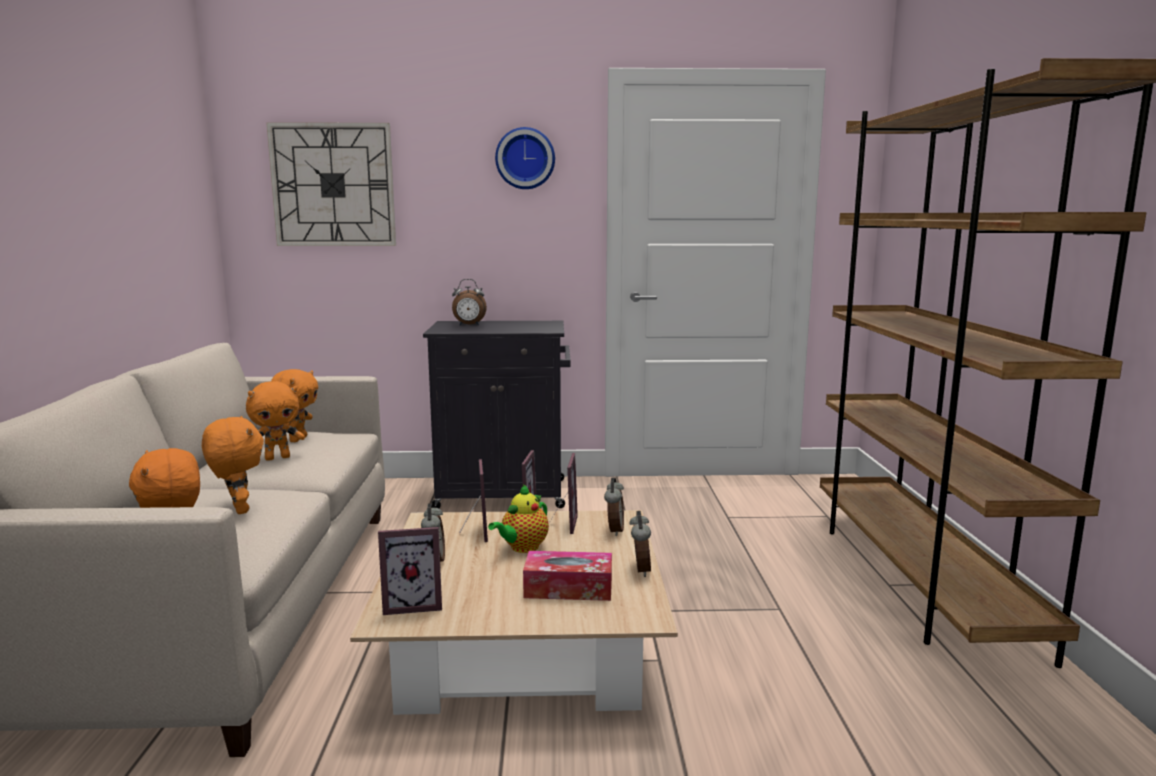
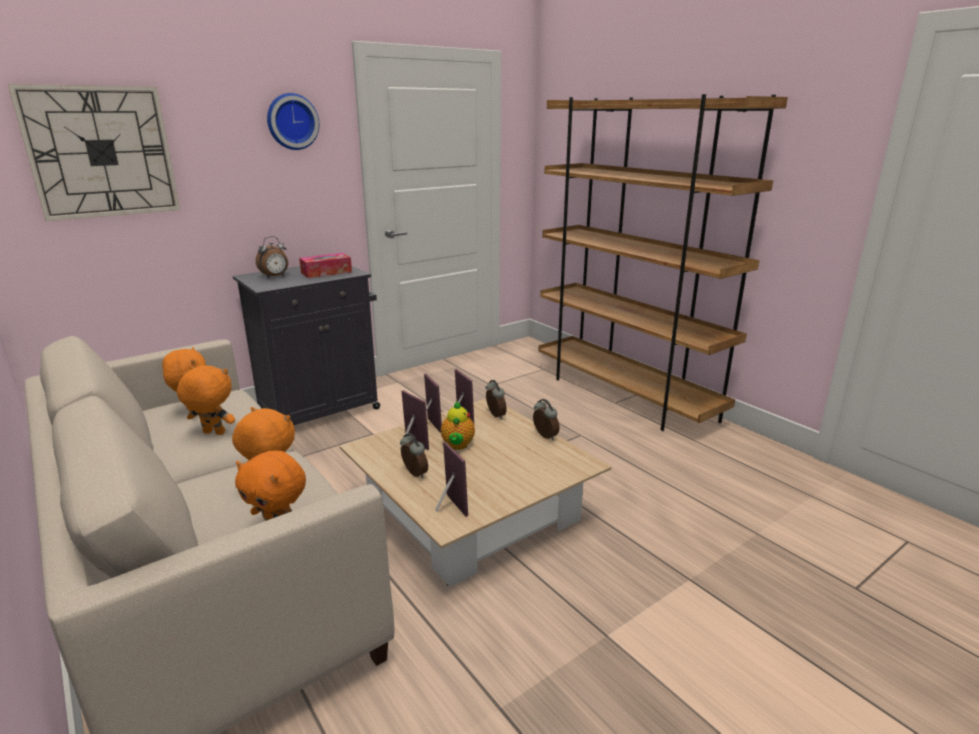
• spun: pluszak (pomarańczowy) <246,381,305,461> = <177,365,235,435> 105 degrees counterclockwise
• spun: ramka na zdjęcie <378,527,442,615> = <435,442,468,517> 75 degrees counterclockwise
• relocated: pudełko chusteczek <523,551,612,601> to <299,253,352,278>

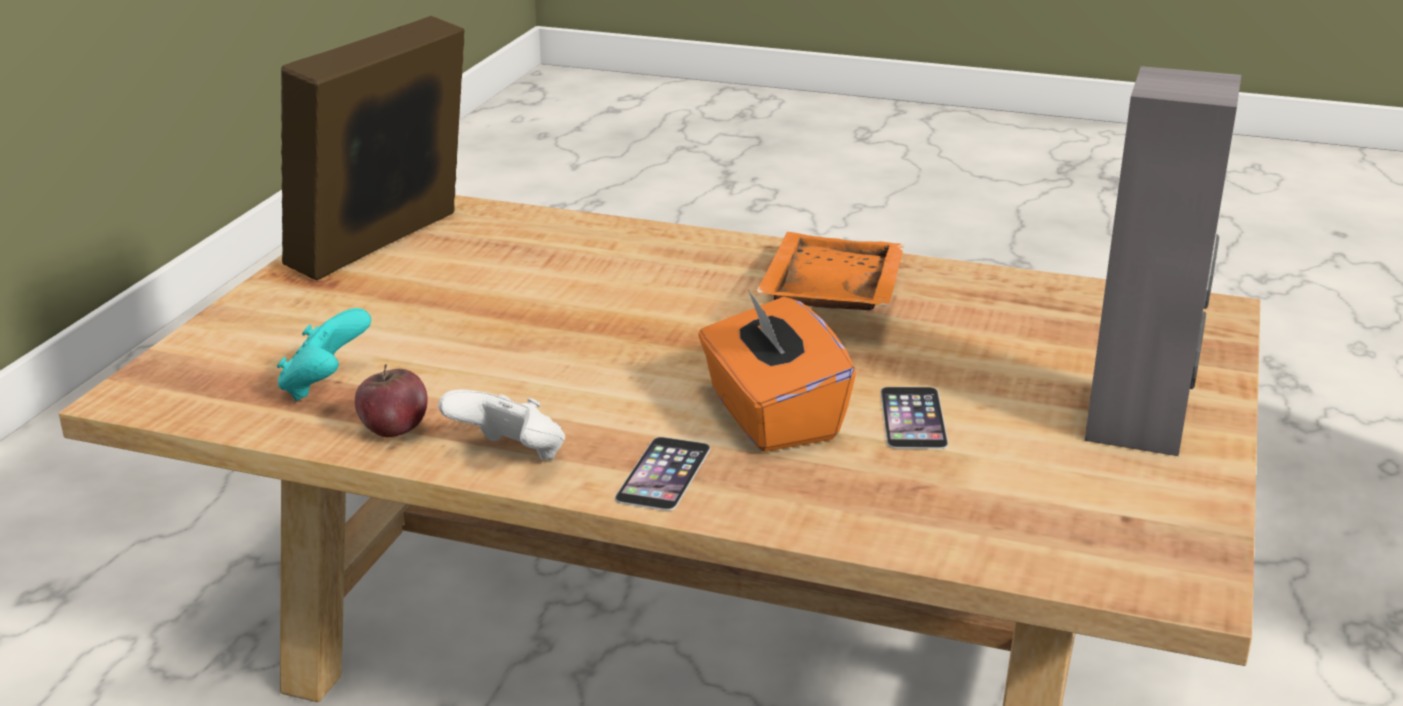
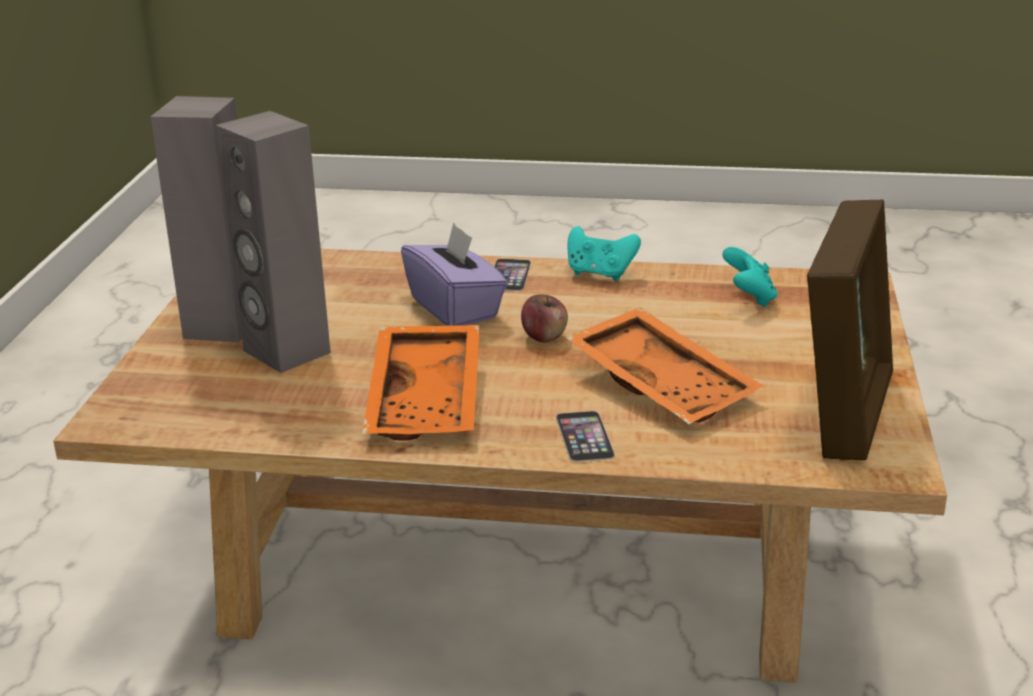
• colour: pudełko chusteczek (pomarańczowy) <698,287,856,452> to pudełko chusteczek (fioletowy) <401,223,507,326>
• relocated: jabłko <355,364,428,438> to <521,294,568,343>
• relocated: telefon <881,387,948,449> to <556,411,615,462>
• colour: pad do gier (biały) <439,389,565,460> to pad do gier (turkusowy) <568,226,641,281>
• appeared: głośnik (szary) <216,111,331,373>
• appeared: taca (pomarańczowy) <566,307,764,424>

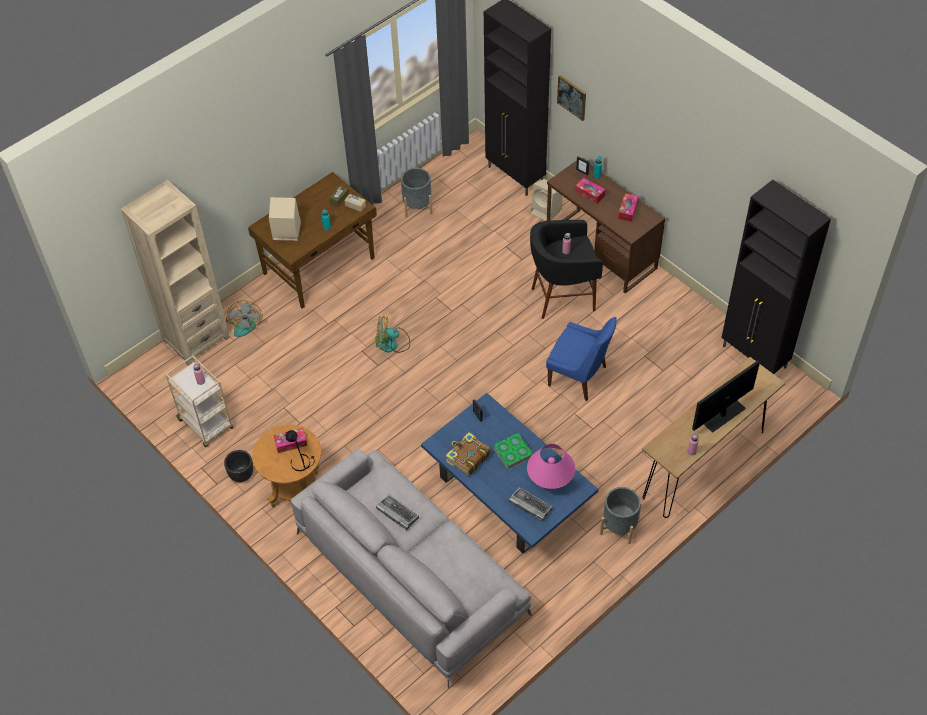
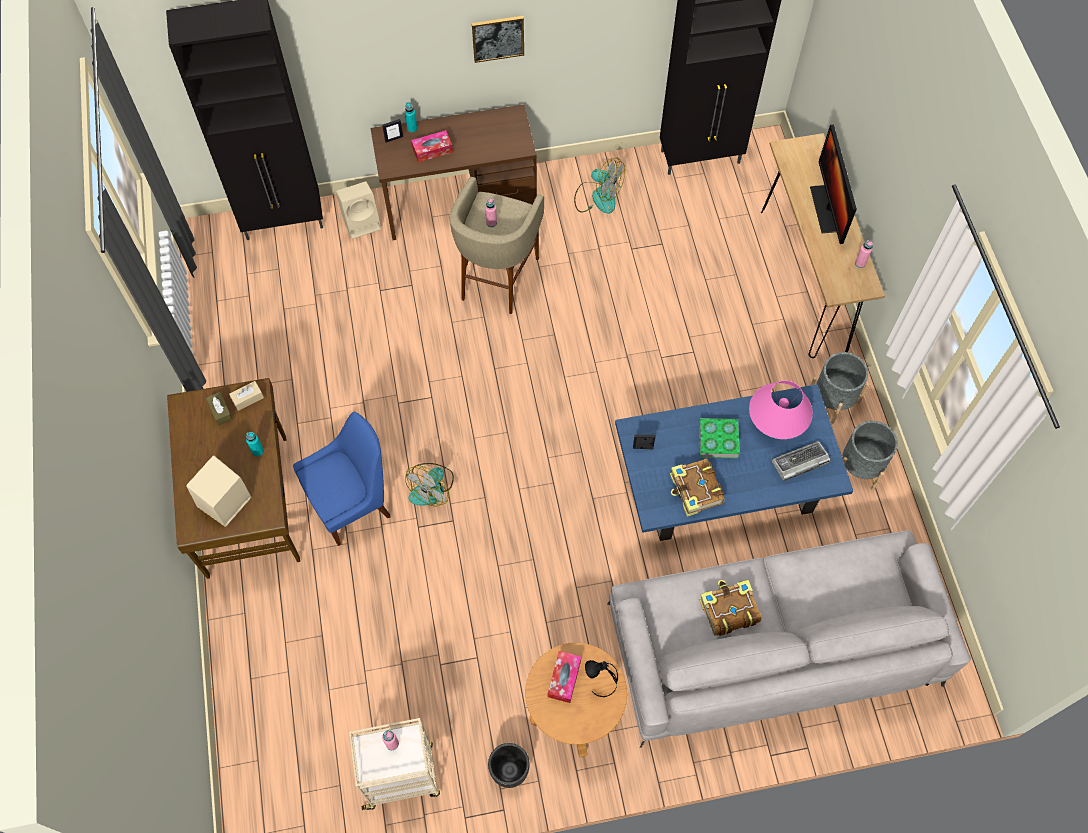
• relocated: obraz <557,75,586,121> to <472,16,524,63>
• relocated: donica (szary) <401,168,432,218> to <842,421,898,491>
• missing: regał (beżowy) <121,180,230,365>
• missing: pudełko chusteczek <618,193,639,222>
• colour: stołek (czarny) <530,220,603,319> to stołek (beżowy) <449,177,544,314>
• relocated: wentylator <226,300,263,337> to <574,157,625,214>
• relocated: krzesło (niebieski) <546,317,617,401> to <293,412,391,546>
• exchanged: klawiatura <376,494,419,530> to książka <699,580,762,636>

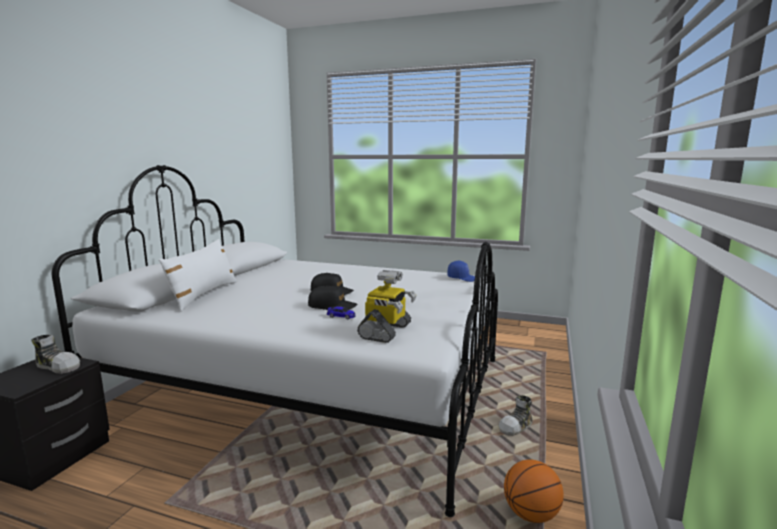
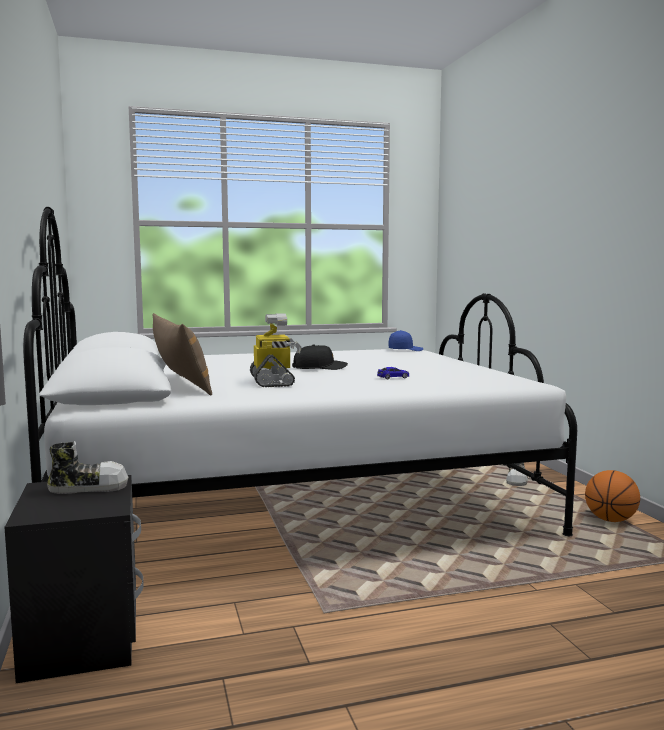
• colour: poduszka (biały) <159,239,237,312> to poduszka (brązowy) <153,313,212,395>
• relocated: robot zabawkowy <357,270,417,343> to <250,313,302,387>
• missing: czapka z daszkiem (czarny) <308,285,357,310>

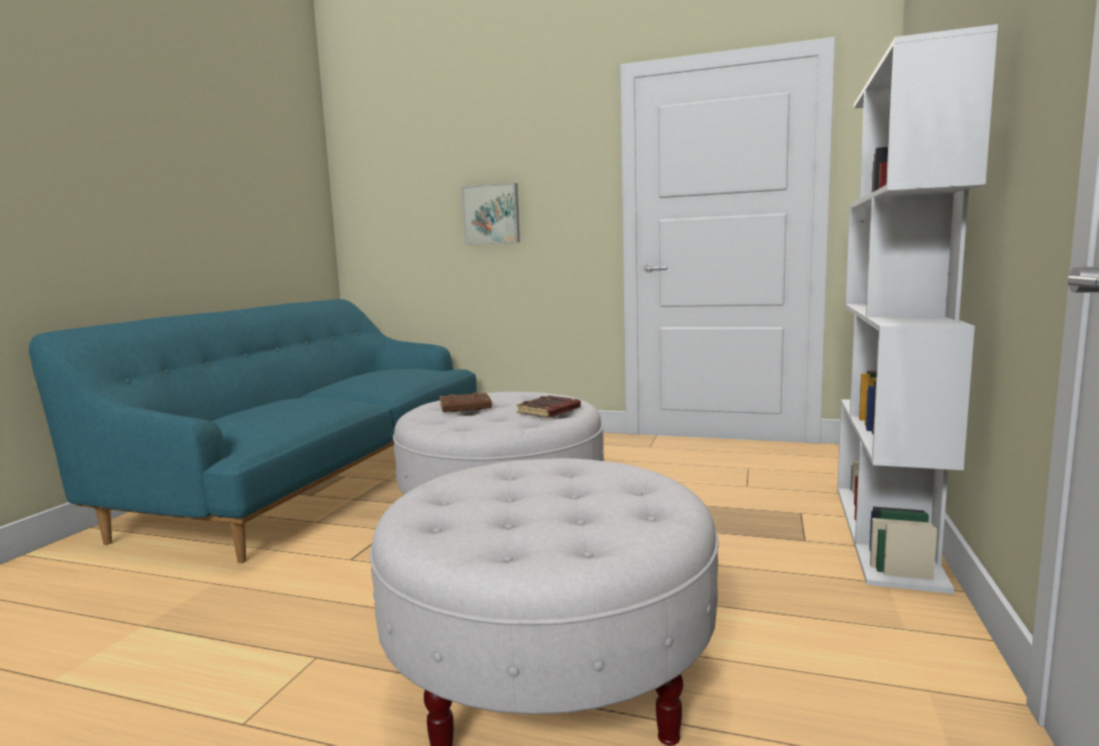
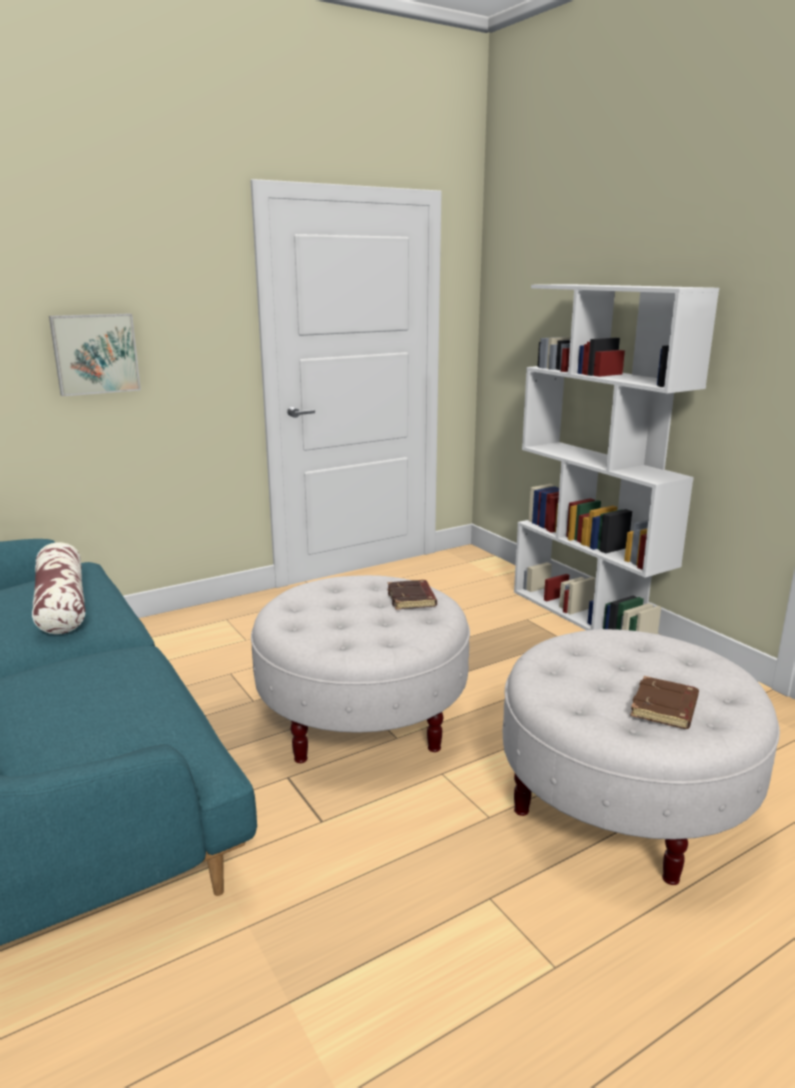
• relocated: książka (brązowy) <439,392,492,412> to <630,676,699,729>
• appeared: poduszka <32,542,85,634>

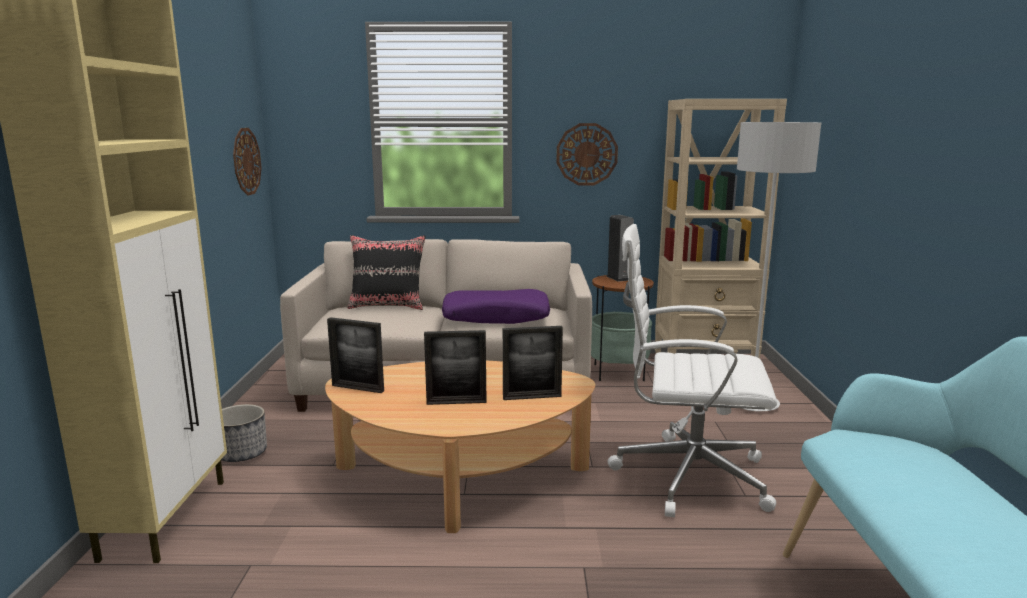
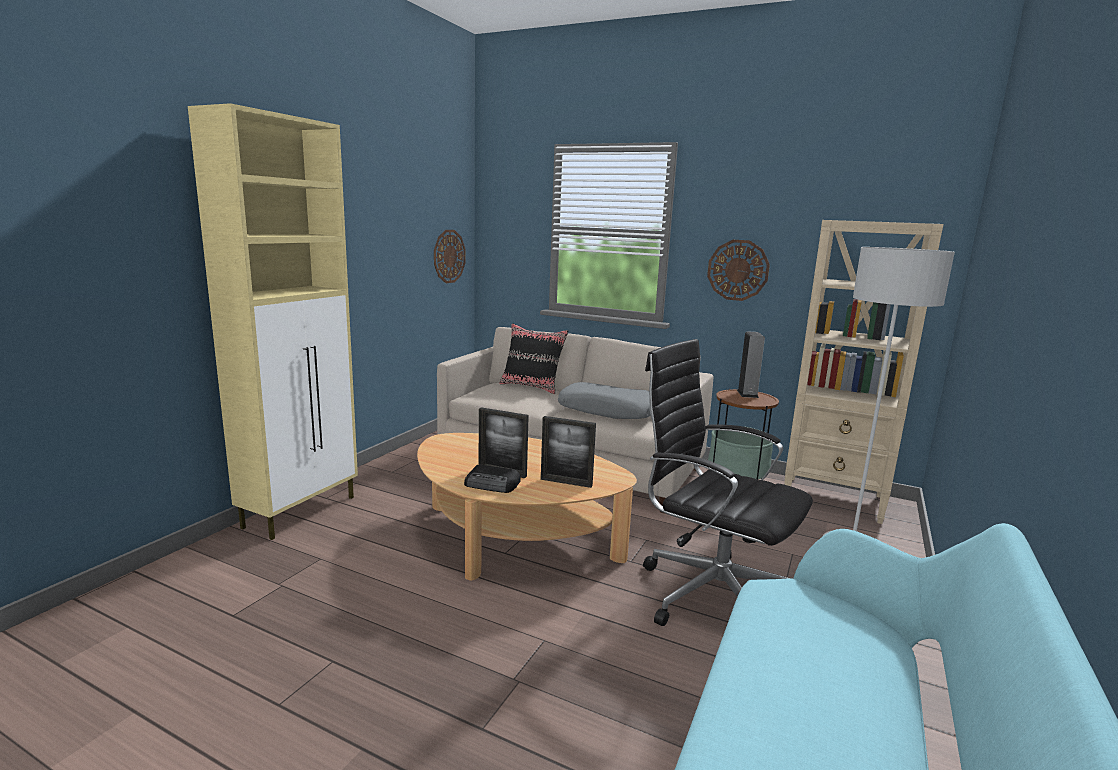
• colour: krzesło biurowe (biały) <607,224,777,517> to krzesło biurowe (czarny) <643,339,813,626>
• colour: poduszka (fioletowy) <442,289,550,324> to poduszka (szary) <558,382,651,419>
• missing: ramka na zdjęcie <327,317,384,393>
• missing: donica <221,404,267,462>
• appeared: radio <464,465,521,493>

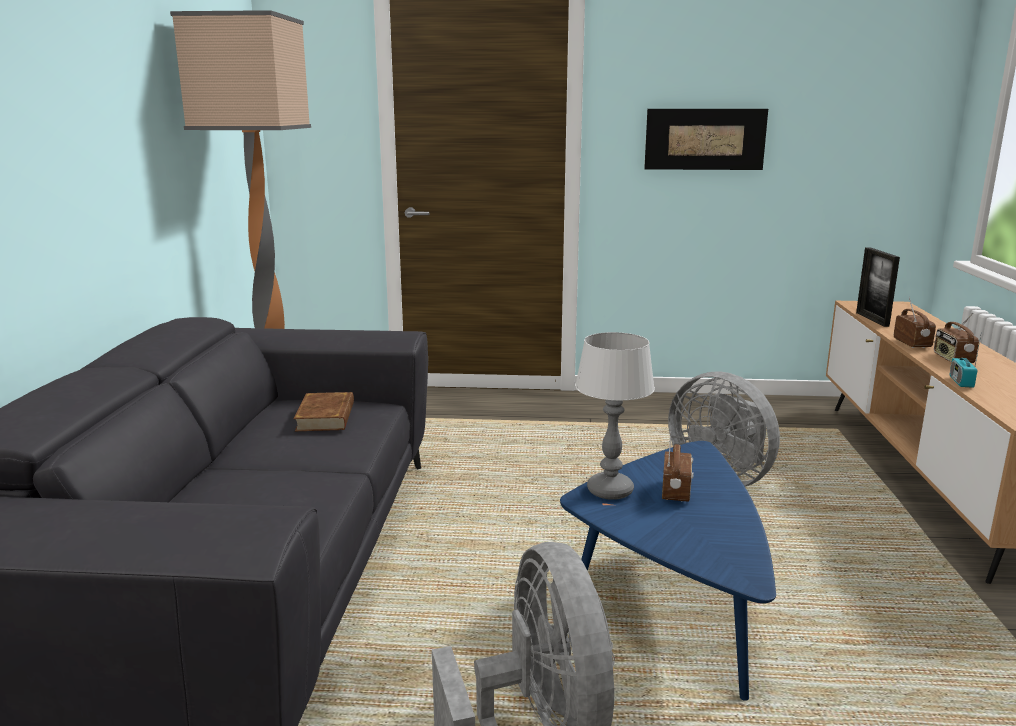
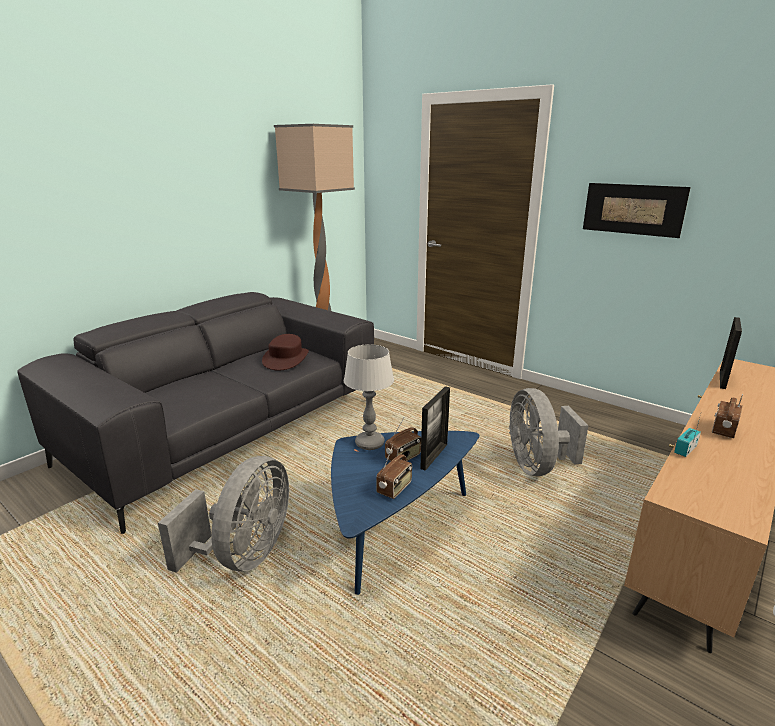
• relocated: radio <894,296,936,348> to <376,445,412,499>
• exchanged: książka (brązowy) <294,392,354,431> to kapelusz (brązowy) <262,334,309,371>
• appeared: ramka na zdjęcie <420,386,450,471>

